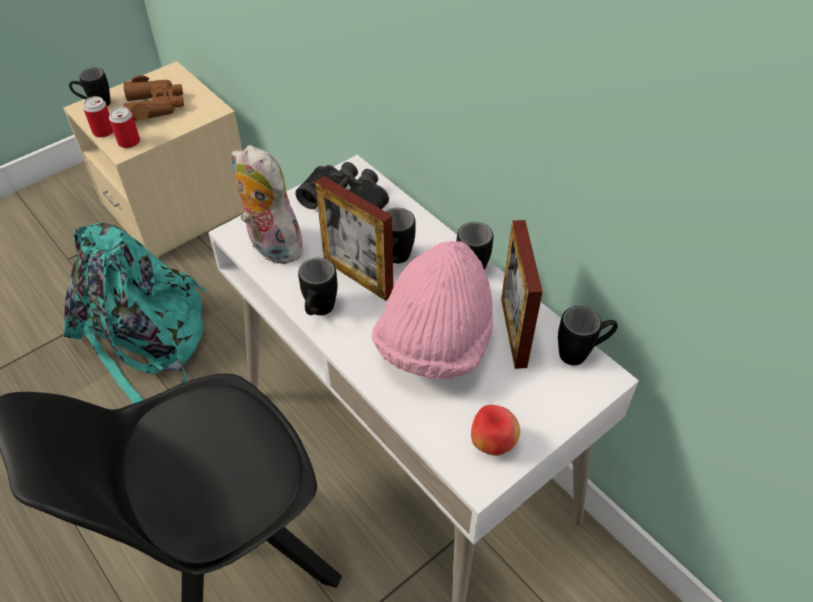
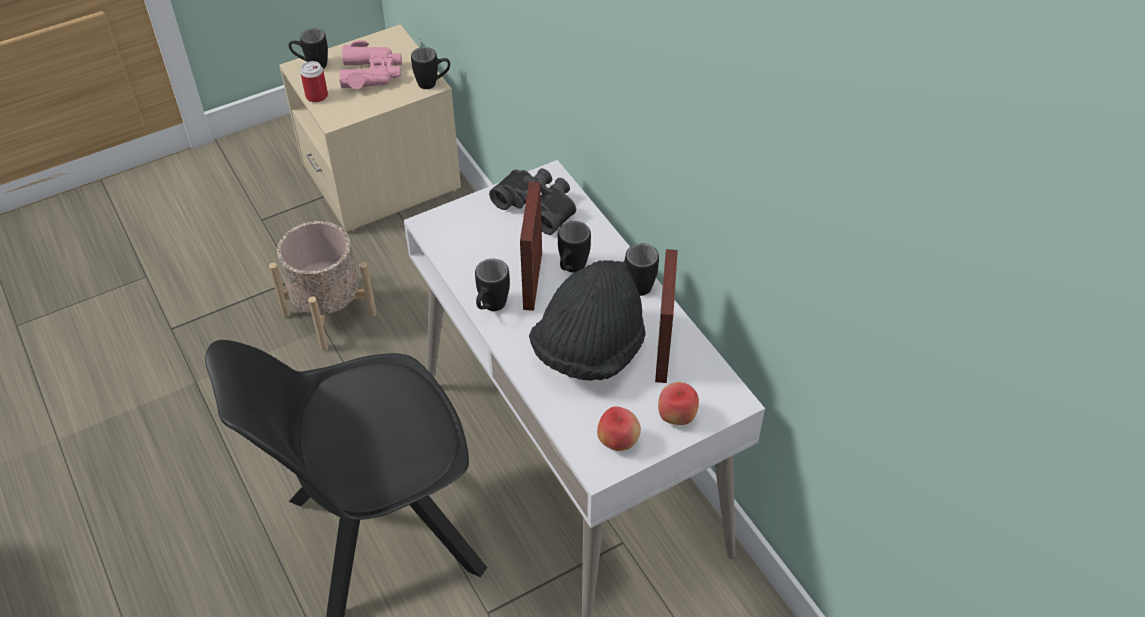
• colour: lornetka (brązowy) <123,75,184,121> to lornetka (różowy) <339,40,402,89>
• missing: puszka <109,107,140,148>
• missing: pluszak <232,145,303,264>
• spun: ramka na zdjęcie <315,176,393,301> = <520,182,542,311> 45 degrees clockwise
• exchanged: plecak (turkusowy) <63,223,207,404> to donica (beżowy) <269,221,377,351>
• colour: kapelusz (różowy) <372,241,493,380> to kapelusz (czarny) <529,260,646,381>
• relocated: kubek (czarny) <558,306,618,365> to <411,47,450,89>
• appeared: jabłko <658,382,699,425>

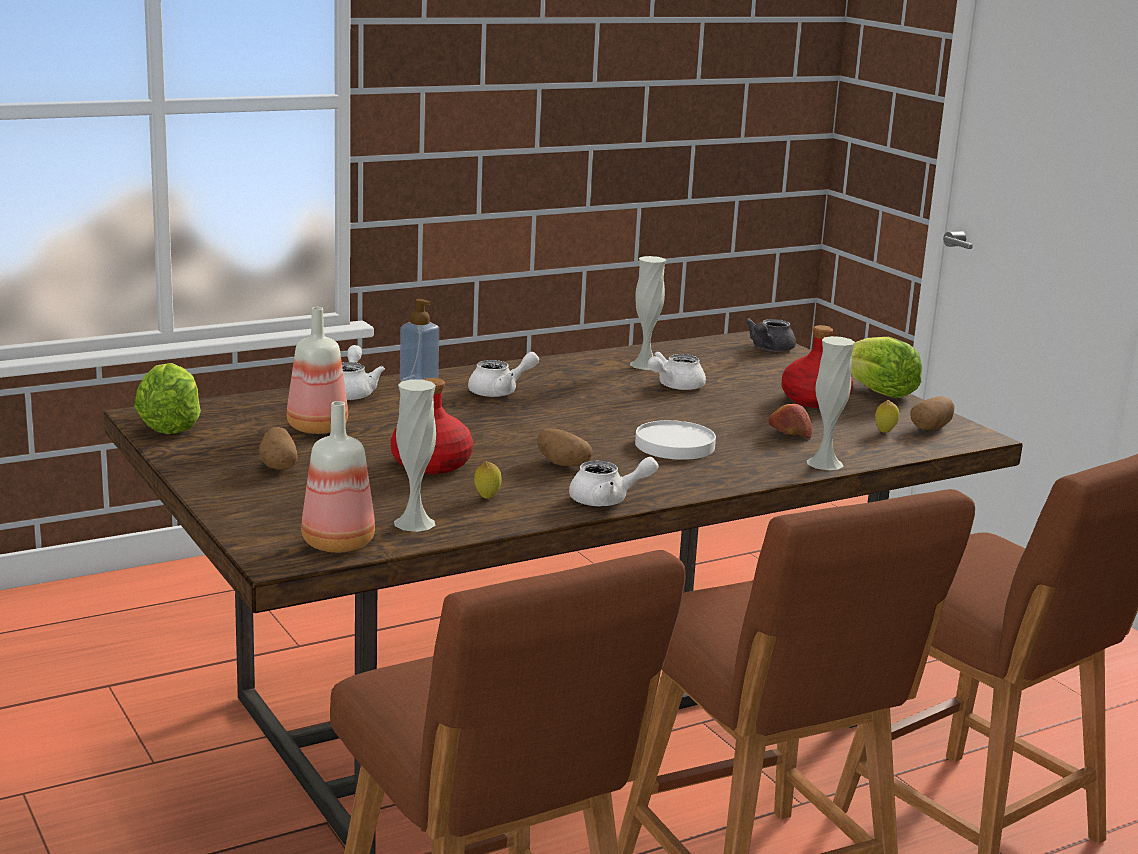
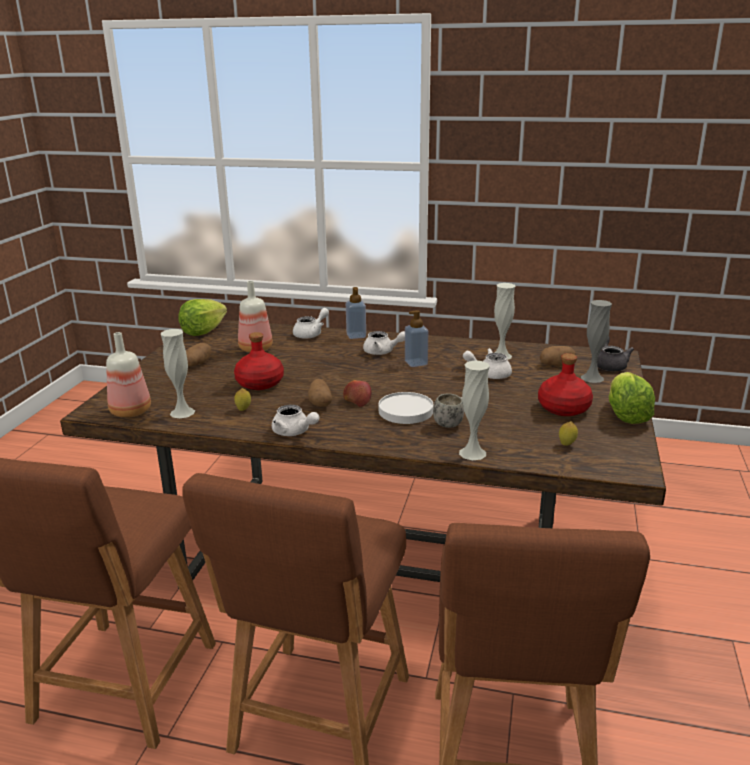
• spun: imbryk (szary) <745,318,796,351> = <597,336,634,371> 105 degrees clockwise
• relocated: ziemniak <910,396,955,430> to <540,346,576,366>
• relocated: jabłko <769,404,812,439> to <343,380,371,407>
• appeared: wazon (szary) <581,300,612,383>
• appeared: dozownik mydła <405,310,428,367>
• appeared: kubek (biały) <433,394,464,428>

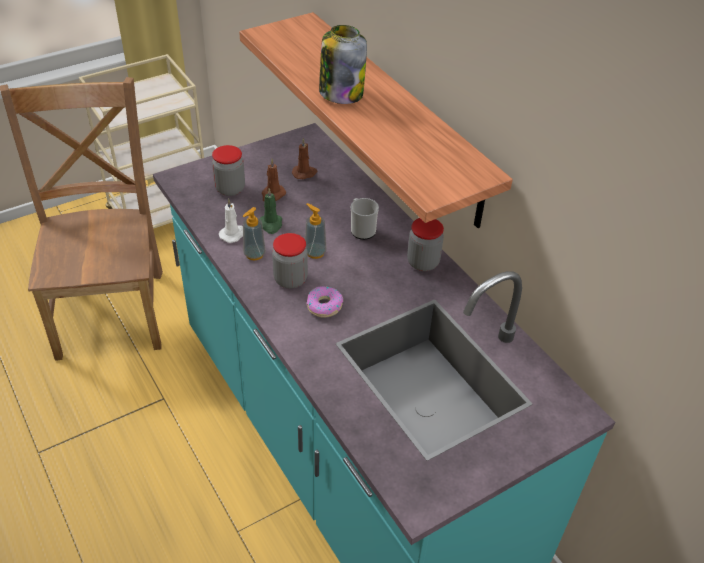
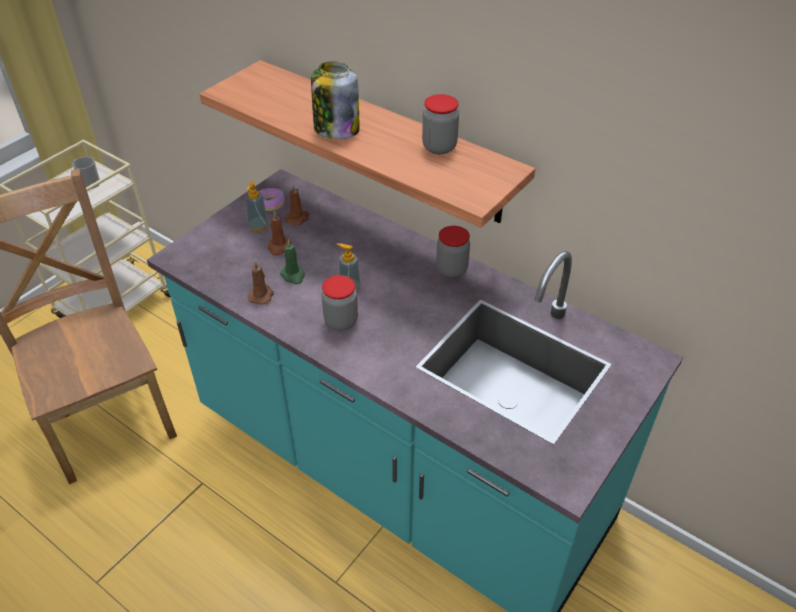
• relocated: słoik <212,145,245,196> to <422,94,459,154>
• relocated: kubek <351,198,379,240> to <72,157,100,189>
• colour: świeca (biały) <219,199,243,243> to świeca (brązowy) <248,260,274,305>
• relocated: dozownik mydła <243,207,266,260> to <245,181,268,231>
• relocated: donut <306,286,343,318> to <259,188,285,211>

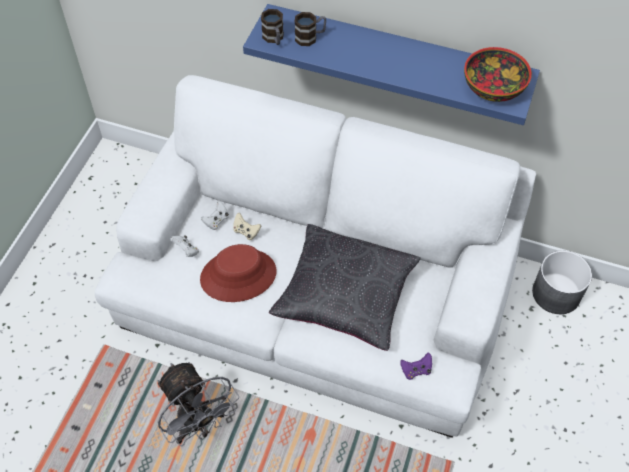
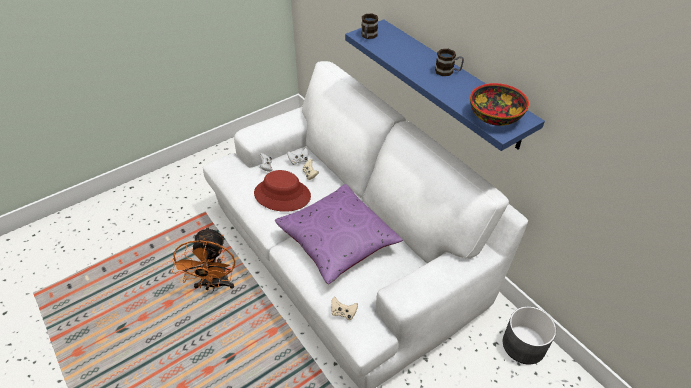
• relocated: kubek <295,12,326,46> to <435,49,464,76>
• colour: poduszka (czarny) <269,224,421,351> to poduszka (fioletowy) <275,184,403,284>
• colour: pad do gier (fioletowy) <400,352,432,380> to pad do gier (beżowy) <331,297,358,320>
• colour: wentylator (szary) <158,362,239,446> to wentylator (pomarańczowy) <172,227,235,291>

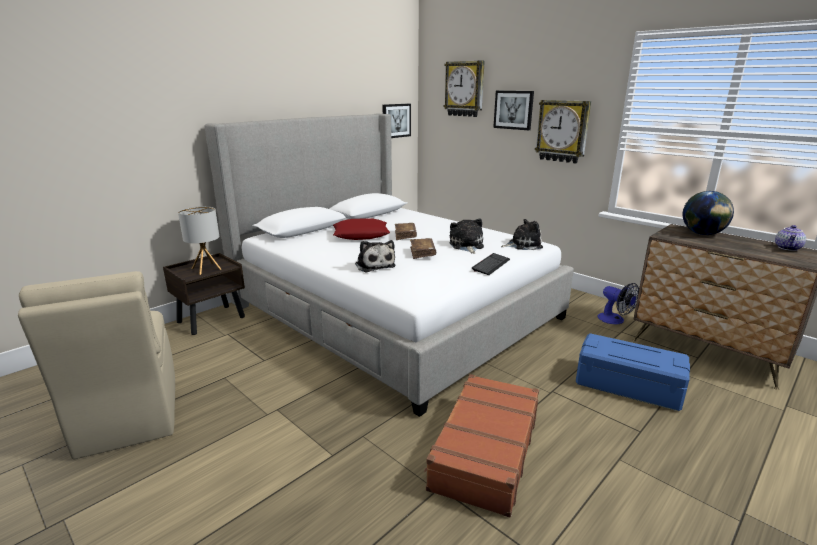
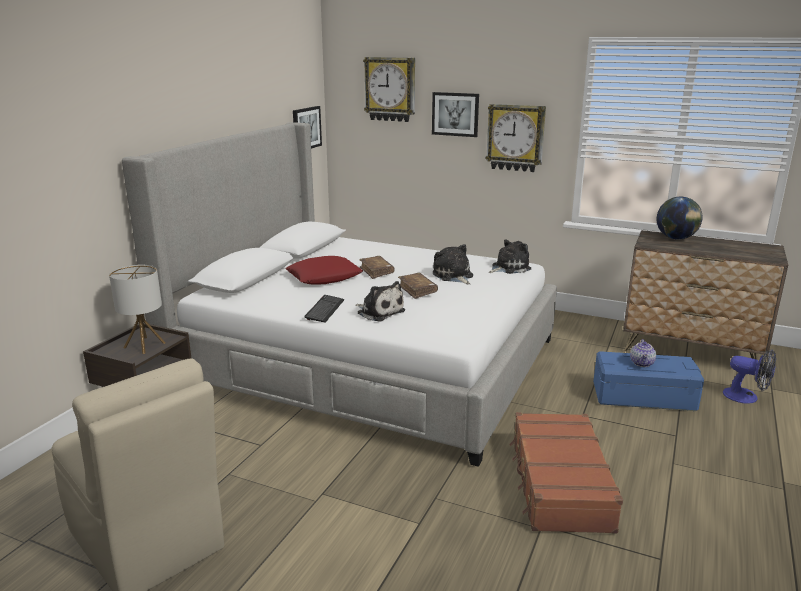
• relocated: imbryk <775,225,806,251> to <630,339,656,367>
• relocated: klawiatura <472,253,510,275> to <304,295,344,323>
• relocated: wentylator <598,283,639,324> to <723,350,776,404>

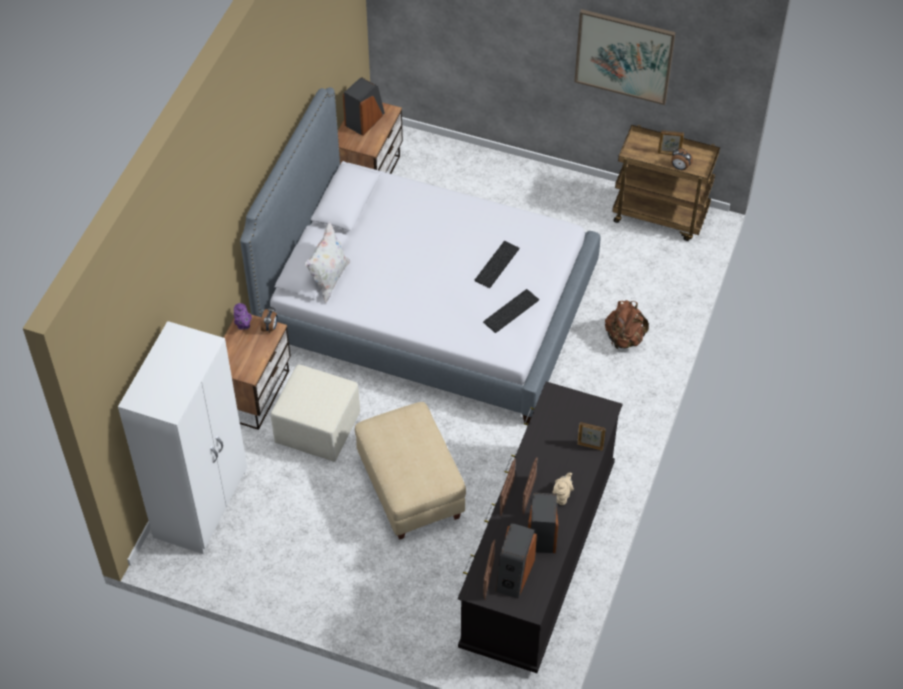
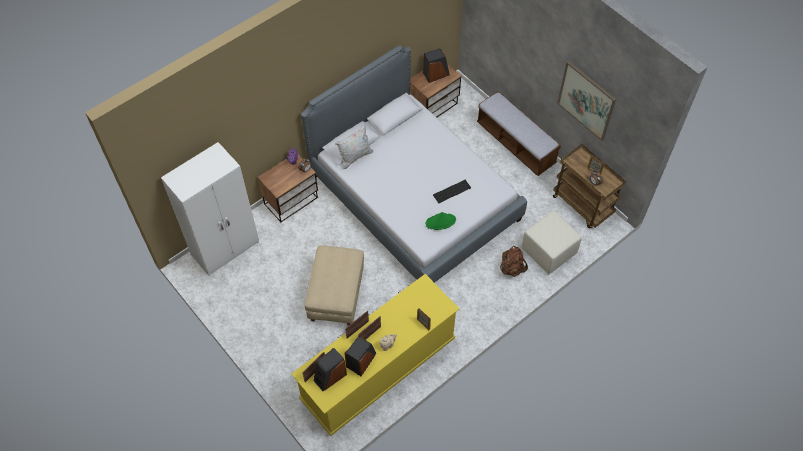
• exchanged: klawiatura <483,289,539,333> to kapelusz (zielony) <426,212,456,230>
• relocated: pufa (beżowy) <271,364,360,462> to <521,211,582,274>
• colour: komoda (czarny) <458,381,622,673> to komoda (żółty) <292,274,459,436>
• appeared: ławka <477,91,561,176>

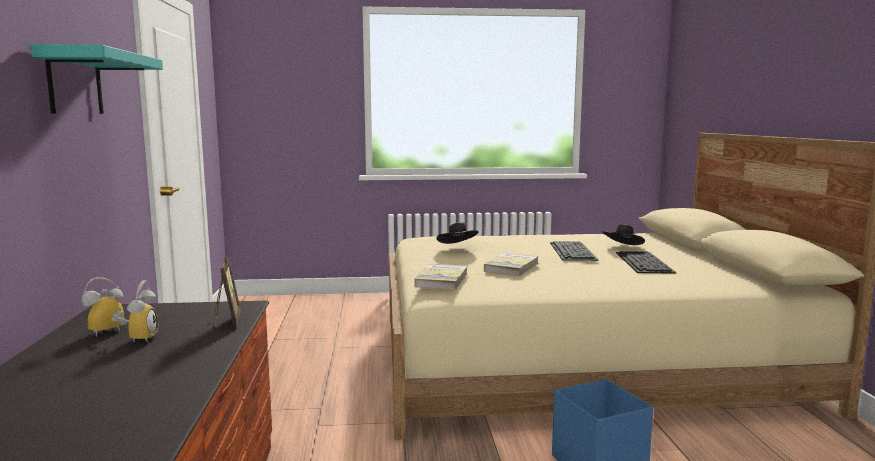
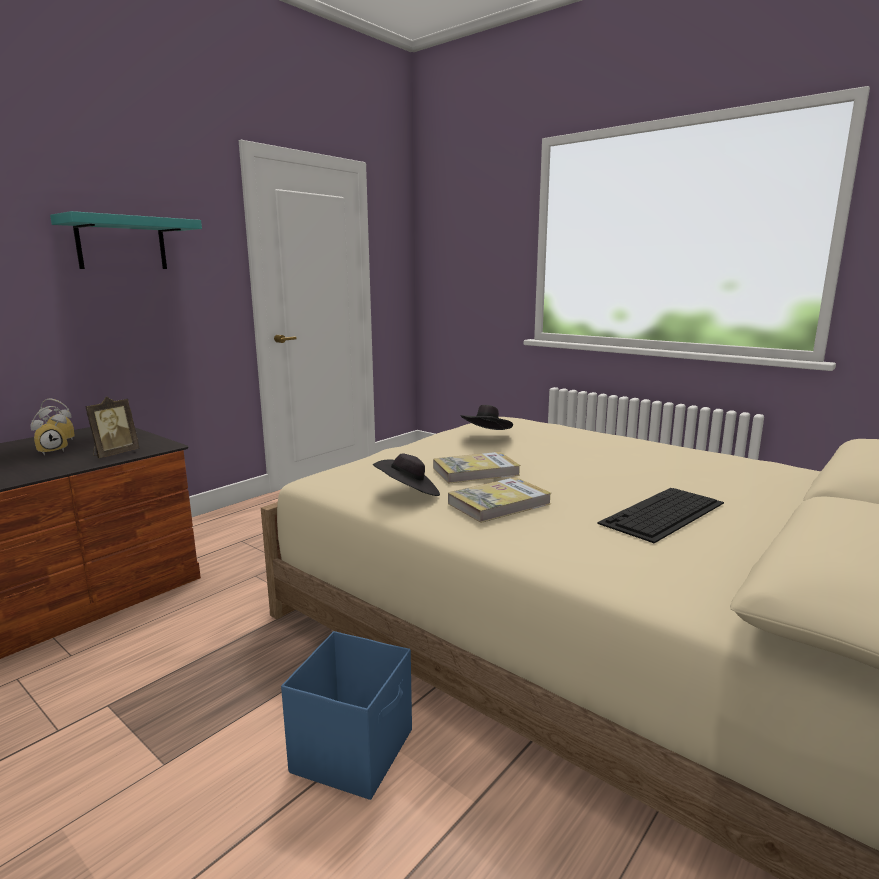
• relocated: kapelusz (czarny) <602,224,645,245> to <373,453,440,496>
• missing: klawiatura <550,241,598,261>
• relocated: książka <414,264,468,290> to <448,477,552,523>

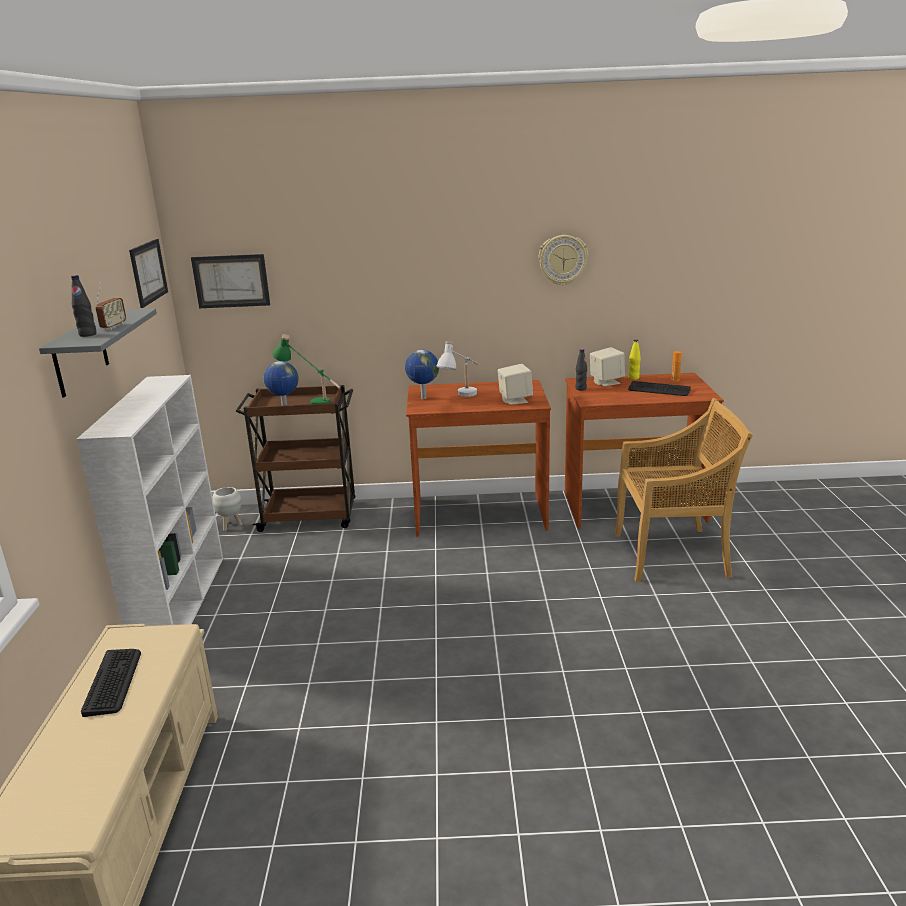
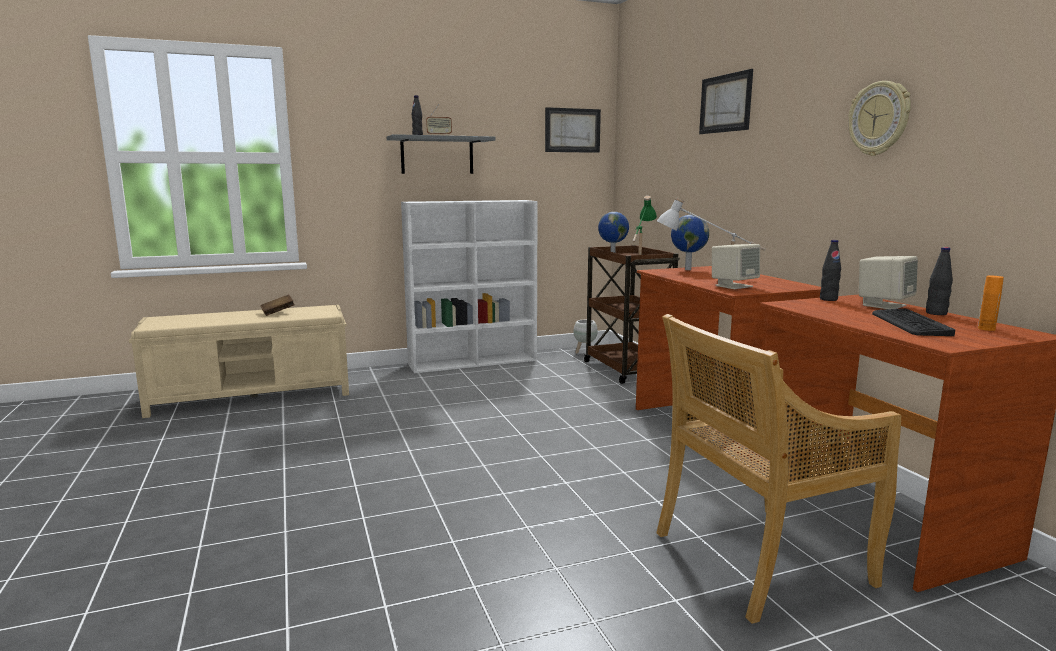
• relocated: obraz <191,254,270,308> to <699,69,753,134>
• colour: butelka (żółty) <628,339,641,380> to butelka (czarny) <926,247,953,315>
• spun: krzesło (beżowy) <615,398,753,582> = <656,314,901,624> 90 degrees clockwise
• exchanged: klawiatura <81,649,141,717> to książka (brązowy) <260,294,295,316>

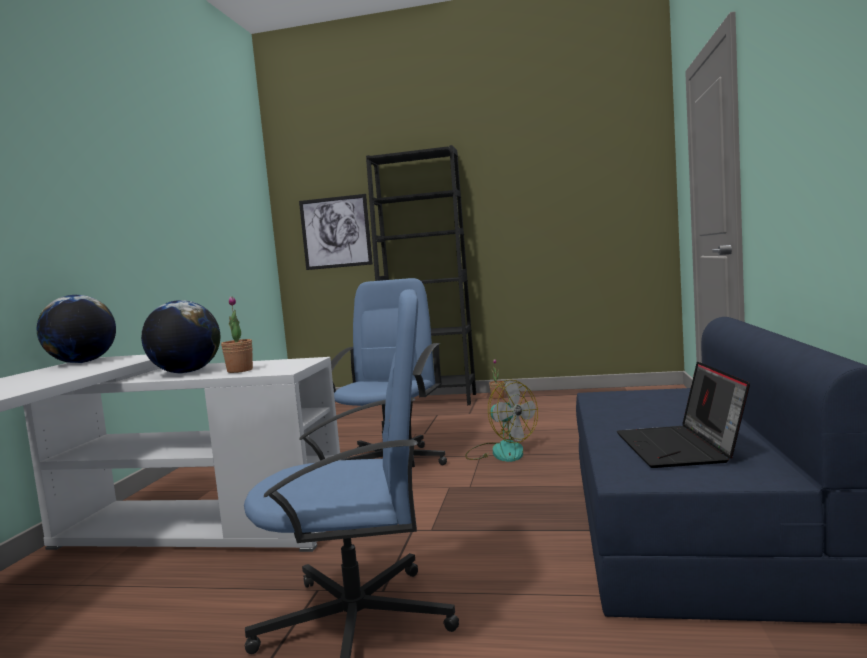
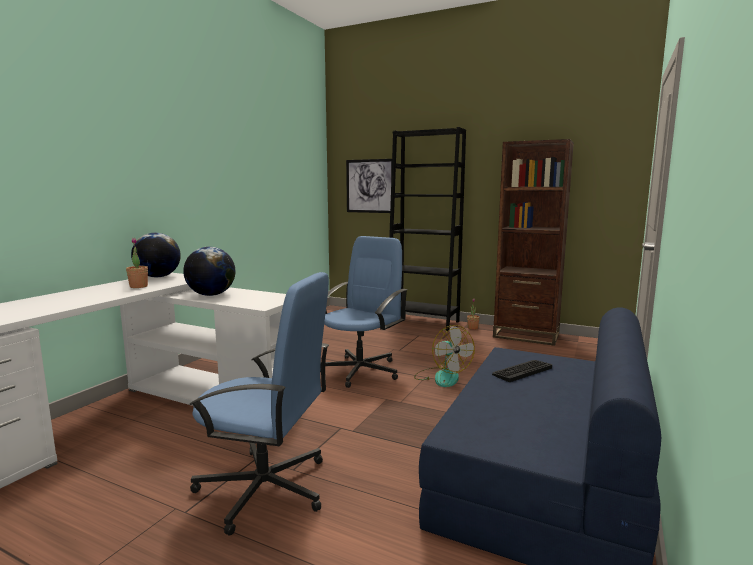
• relocated: roślina doniczkowa <221,296,253,373> to <126,238,148,288>
• missing: laptop <617,362,750,468>
• appeared: regał (brązowy) <493,139,574,346>
• appeared: klawiatura <492,360,552,382>

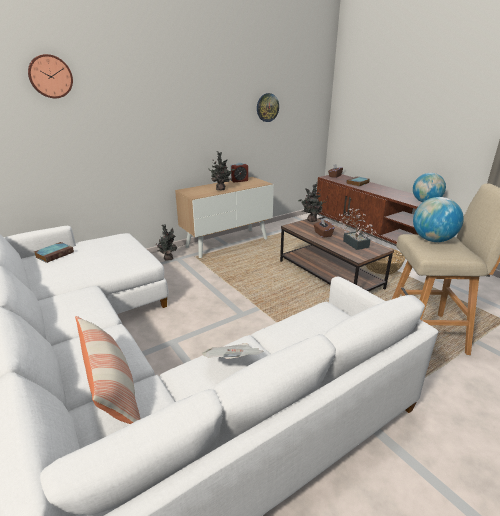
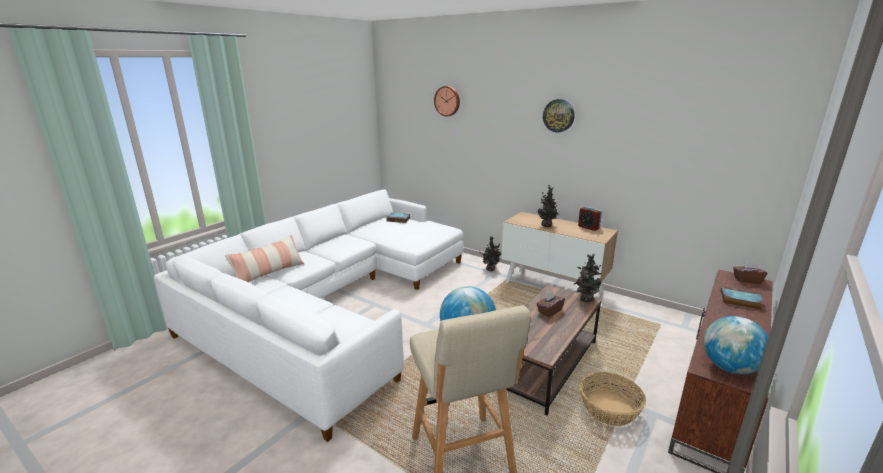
• relocated: zegar ścienny <257,93,279,122> to <543,99,575,133>
• missing: roślina doniczkowa <339,208,377,250>
• missing: gazeta <202,343,265,359>

